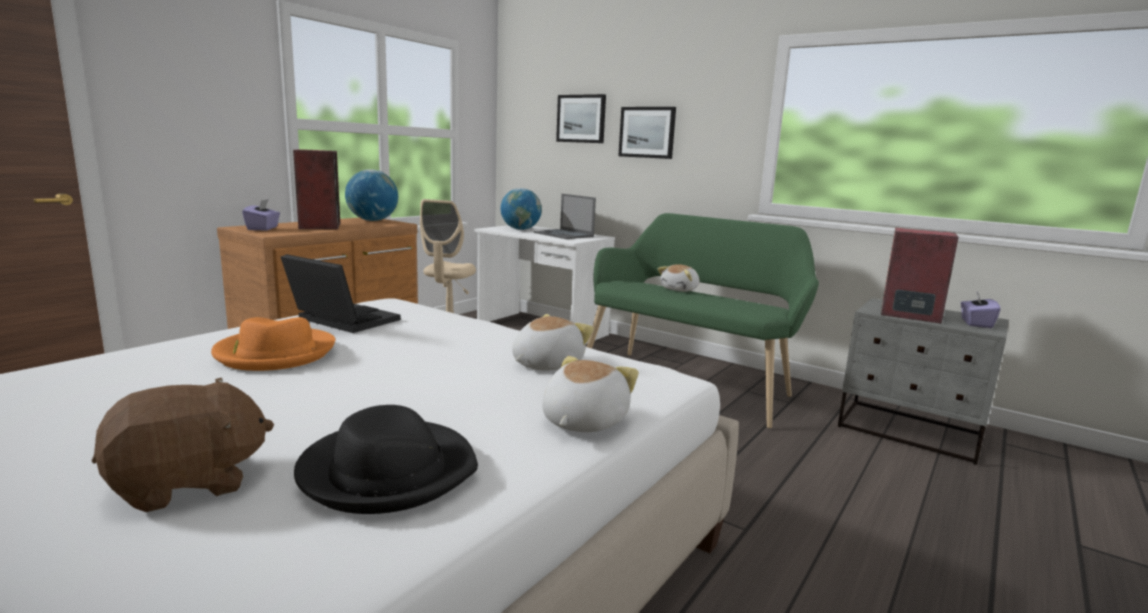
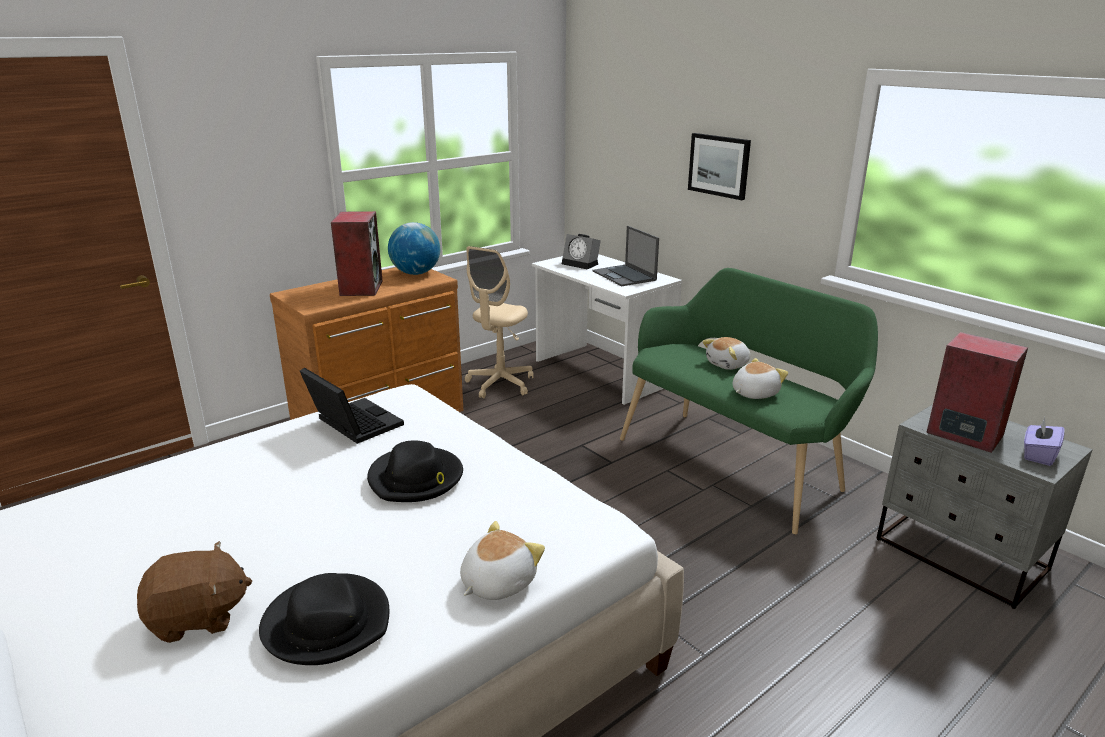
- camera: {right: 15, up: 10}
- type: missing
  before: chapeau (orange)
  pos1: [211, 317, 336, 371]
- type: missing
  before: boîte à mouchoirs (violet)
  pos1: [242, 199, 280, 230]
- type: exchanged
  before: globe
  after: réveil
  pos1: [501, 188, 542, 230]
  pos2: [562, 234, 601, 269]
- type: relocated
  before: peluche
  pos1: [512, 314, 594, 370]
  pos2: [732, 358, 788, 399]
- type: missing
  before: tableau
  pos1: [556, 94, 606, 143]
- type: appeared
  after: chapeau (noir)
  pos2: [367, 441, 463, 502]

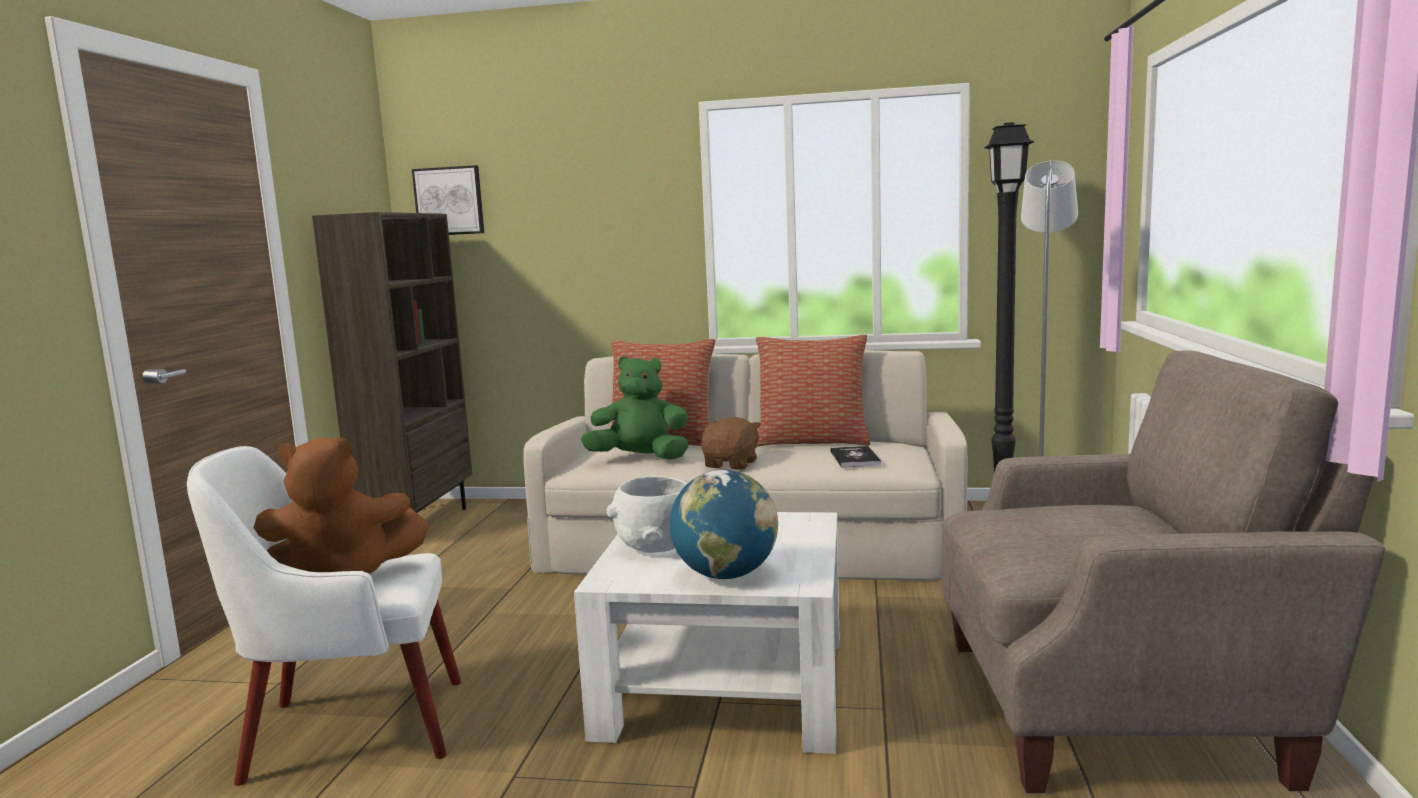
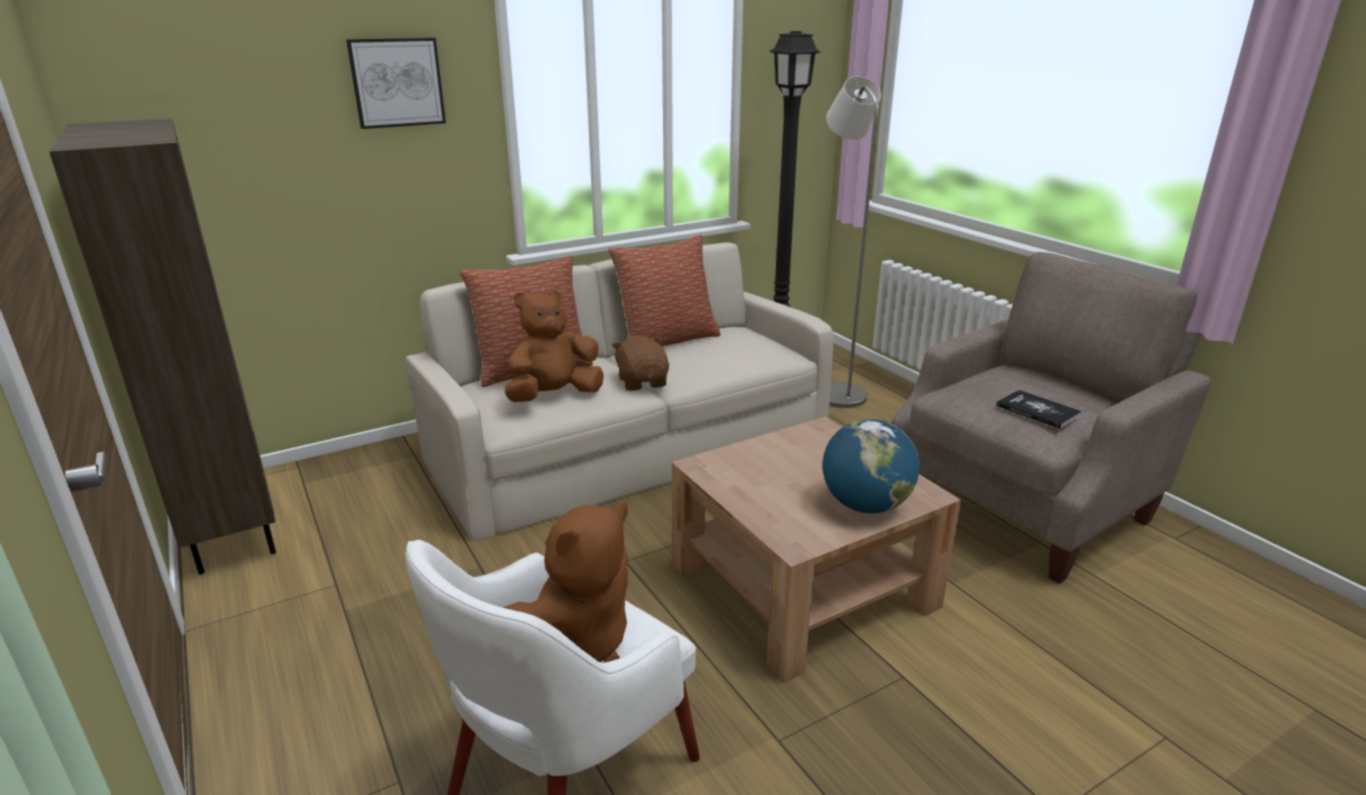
- camera: {right: -40, up: 15}
- type: relocated
  before: tableau
  pos1: [412, 165, 484, 235]
  pos2: [346, 38, 446, 129]
- type: colour
  before: table basse (blanc)
  after: table basse (marron)
  pos1: [574, 512, 839, 754]
  pos2: [672, 417, 961, 682]
- type: colour
  before: peluche (vert)
  after: peluche (marron)
  pos1: [581, 356, 689, 460]
  pos2: [504, 289, 604, 402]
- type: missing
  before: bol (blanc)
  pos1: [607, 476, 687, 553]
- type: relocated
  before: livre
  pos1: [830, 446, 881, 468]
  pos2: [996, 390, 1082, 429]

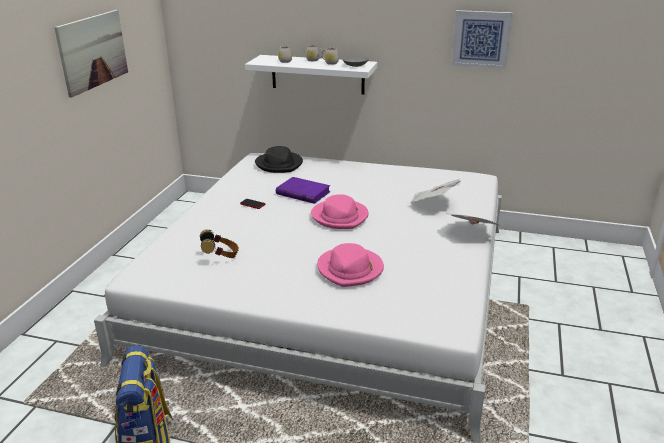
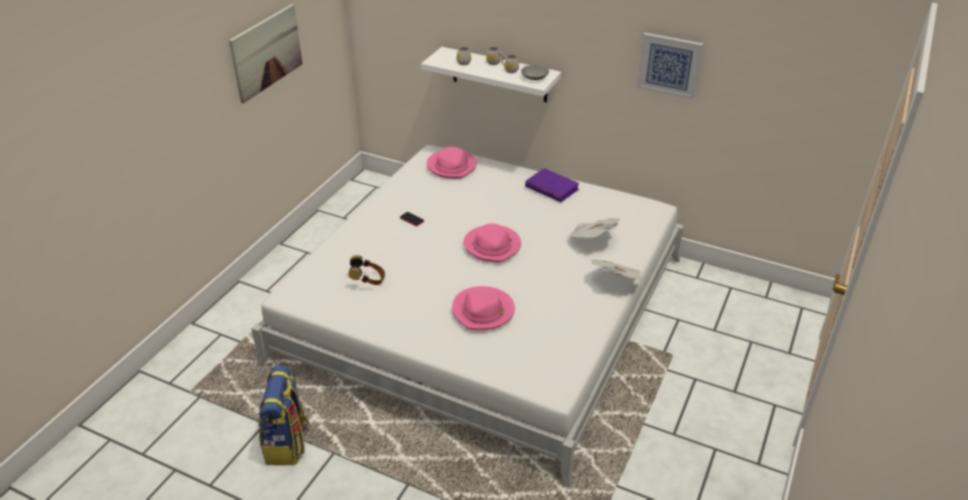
- camera: {right: 10, up: 10}
- type: colour
  before: chapeau (noir)
  after: chapeau (rose)
  pos1: [255, 146, 303, 173]
  pos2: [426, 147, 477, 179]
- type: relocated
  before: livre (violet)
  pos1: [276, 177, 330, 204]
  pos2: [525, 168, 580, 202]

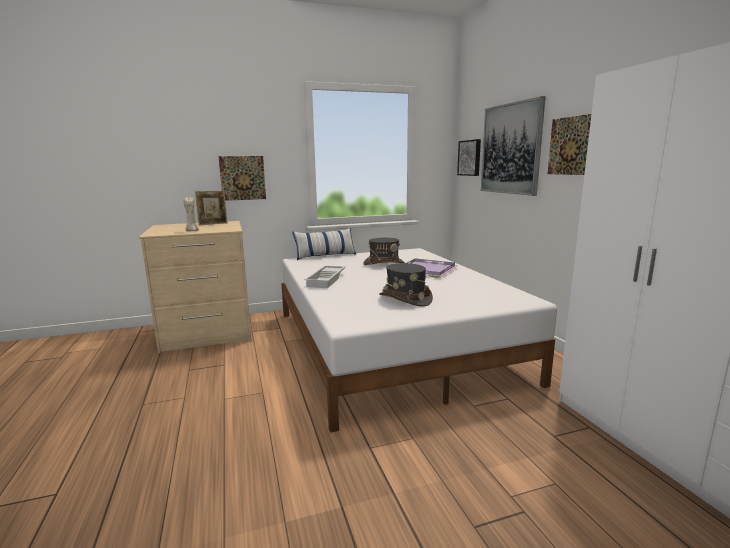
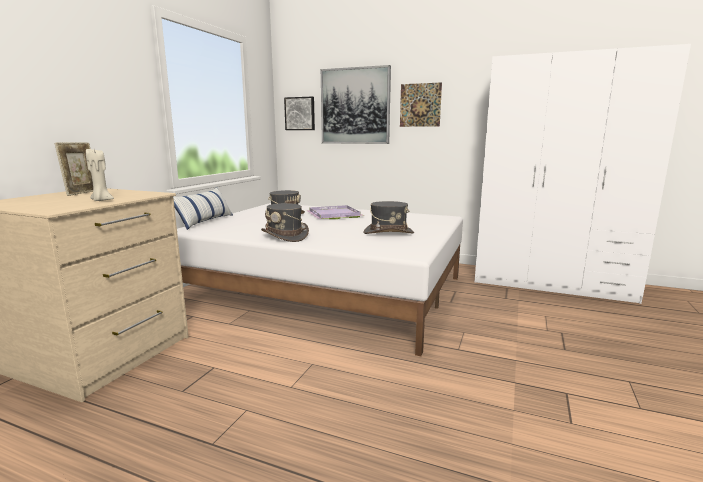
- camera: {right: -50, up: 0}
- type: missing
  before: tableau
  pos1: [219, 156, 266, 201]
- type: exchanged
  before: plateau (blanc)
  after: chapeau (gris)
  pos1: [304, 265, 346, 288]
  pos2: [261, 203, 309, 242]

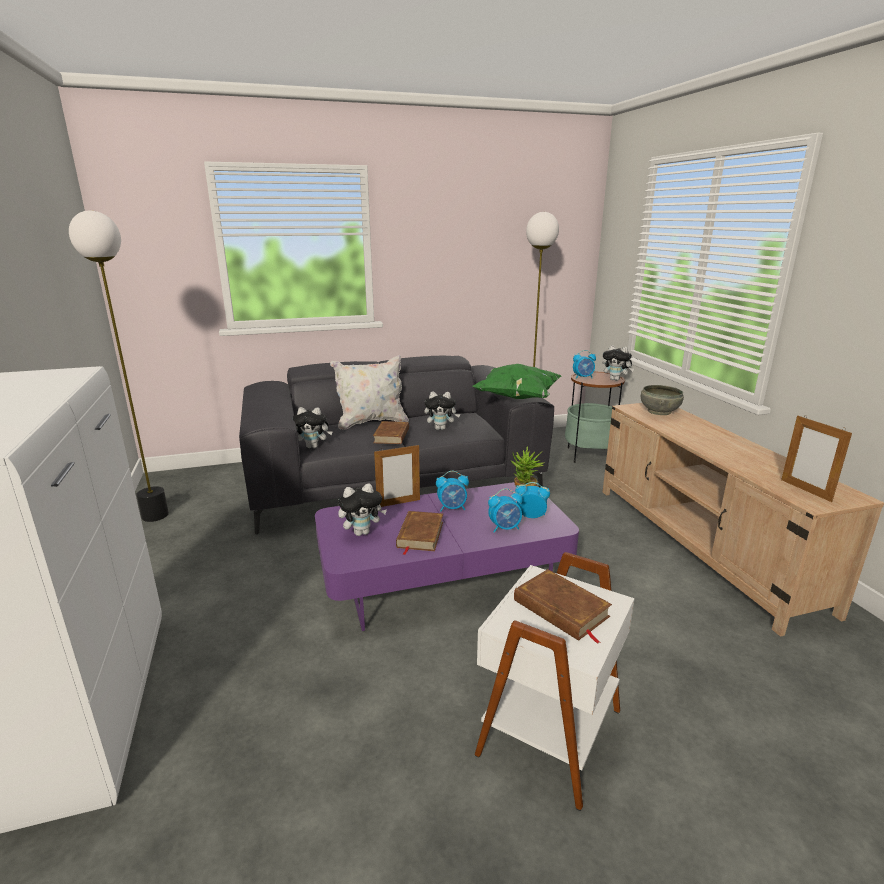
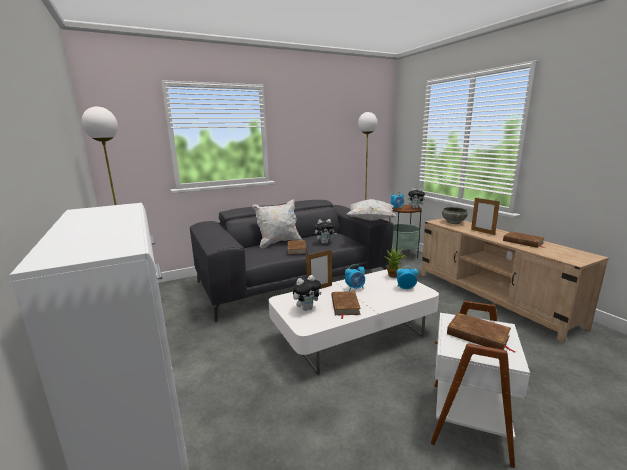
- camera: {right: -10, up: -5}
- type: missing
  before: peluche
  pos1: [292, 407, 333, 448]
- type: colour
  before: table basse (violet)
  after: table basse (blanc)
  pos1: [315, 482, 579, 631]
  pos2: [269, 269, 439, 375]
- type: colour
  before: coussin (vert)
  after: coussin (blanc)
  pos1: [472, 364, 561, 399]
  pos2: [347, 199, 396, 221]
- type: missing
  before: réveil
  pos1: [488, 488, 523, 533]
- type: relocated
  before: cadre photo
  pos1: [781, 415, 852, 502]
  pos2: [471, 198, 500, 235]
- type: appeared
  after: livre (marron)
  pos2: [503, 231, 545, 248]

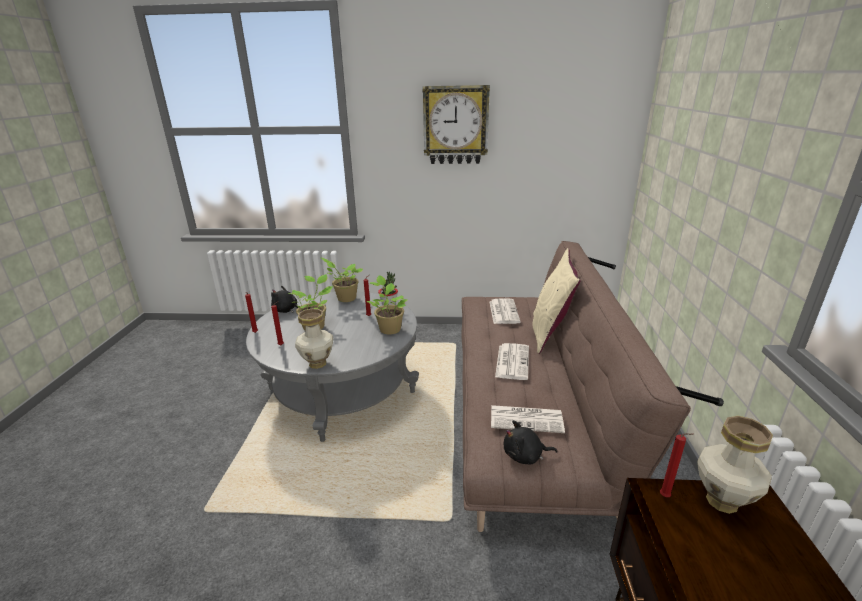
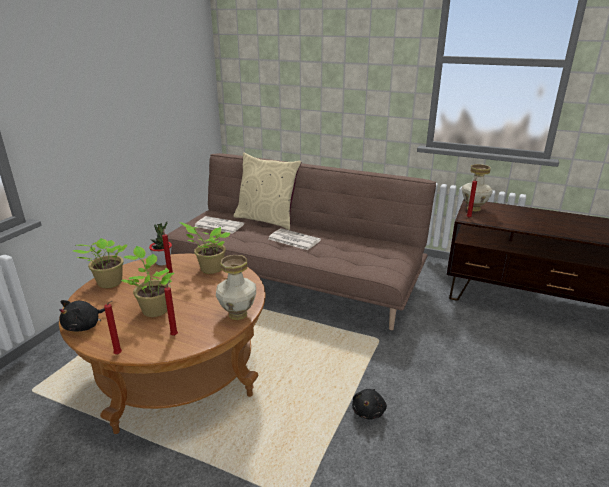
- camera: {right: -70, up: 0}
- type: colour
  before: table basse (gris)
  after: table basse (marron)
  pos1: [246, 292, 419, 442]
  pos2: [59, 254, 266, 434]
- type: missing
  before: horloge murale
  pos1: [422, 85, 490, 164]
- type: missing
  before: journal
  pos1: [491, 405, 565, 433]
- type: relocated
  before: peluche (noir)
  pos1: [504, 420, 558, 464]
  pos2: [352, 389, 387, 420]

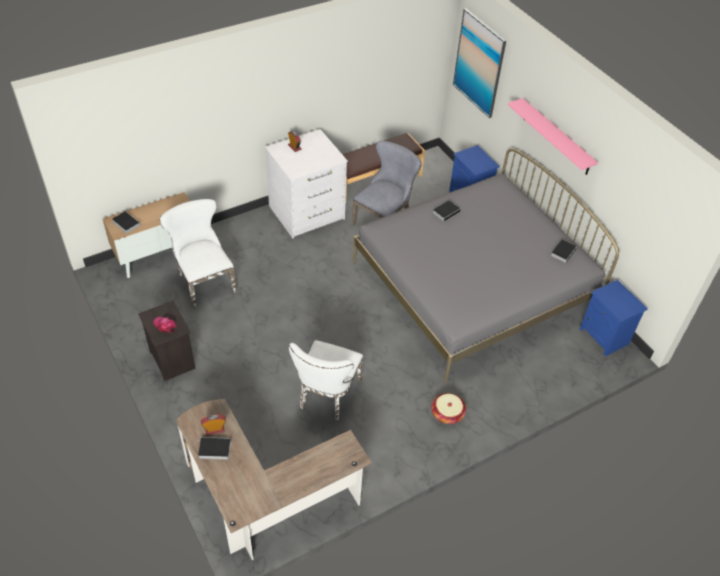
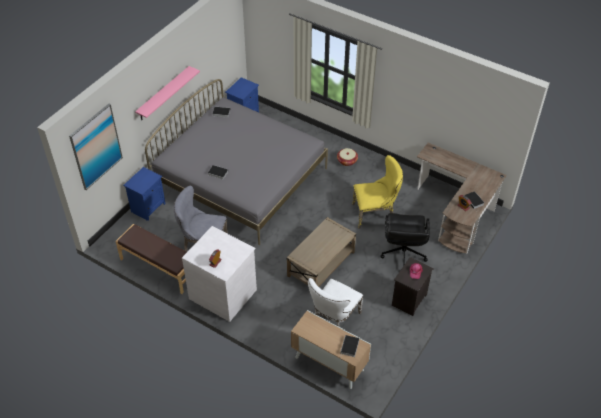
- camera: {right: -115, up: 0}
- type: colour
  before: chaise (blanc)
  after: chaise (jaune)
  pos1: [289, 340, 363, 420]
  pos2: [352, 155, 403, 229]
- type: appeared
  after: table basse (beige)
  pos2: [287, 217, 356, 287]
- type: appeared
  after: chaise de bureau (noir)
  pos2: [380, 213, 430, 266]

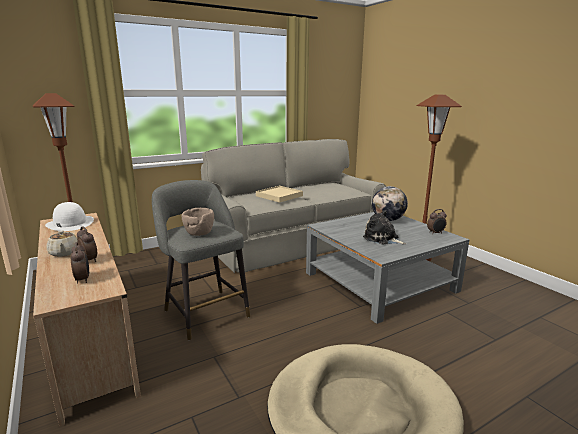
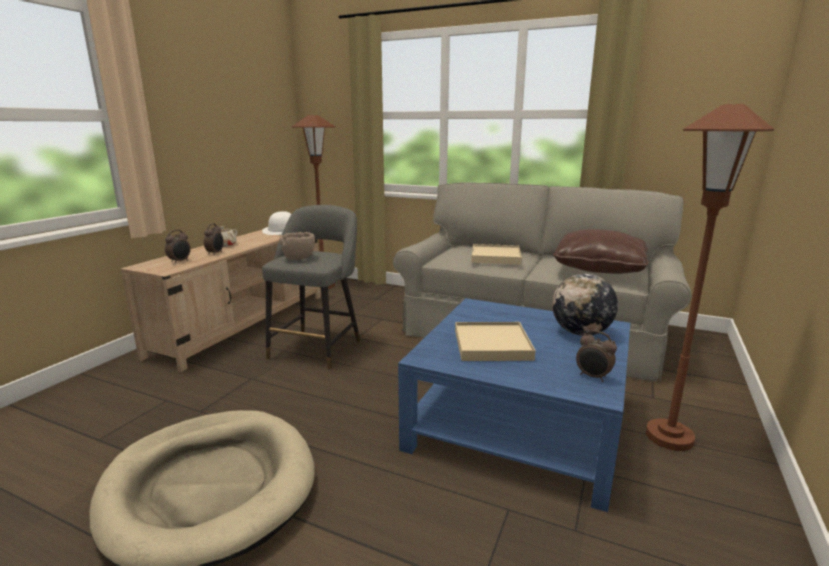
- camera: {right: 55, up: 0}
- type: colour
  before: table basse (gris)
  after: table basse (bleu)
  pos1: [306, 212, 469, 324]
  pos2: [398, 298, 630, 512]
- type: exchanged
  before: peluche
  after: plateau (beige)
  pos1: [363, 210, 407, 244]
  pos2: [455, 322, 536, 361]
- type: appeared
  after: coussin (marron)
  pos2: [553, 229, 648, 274]

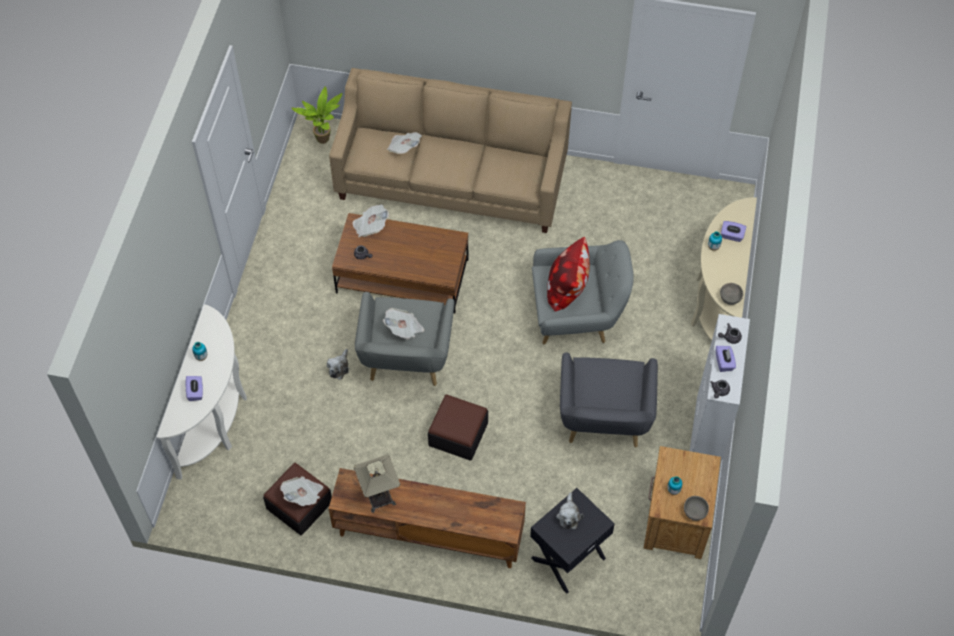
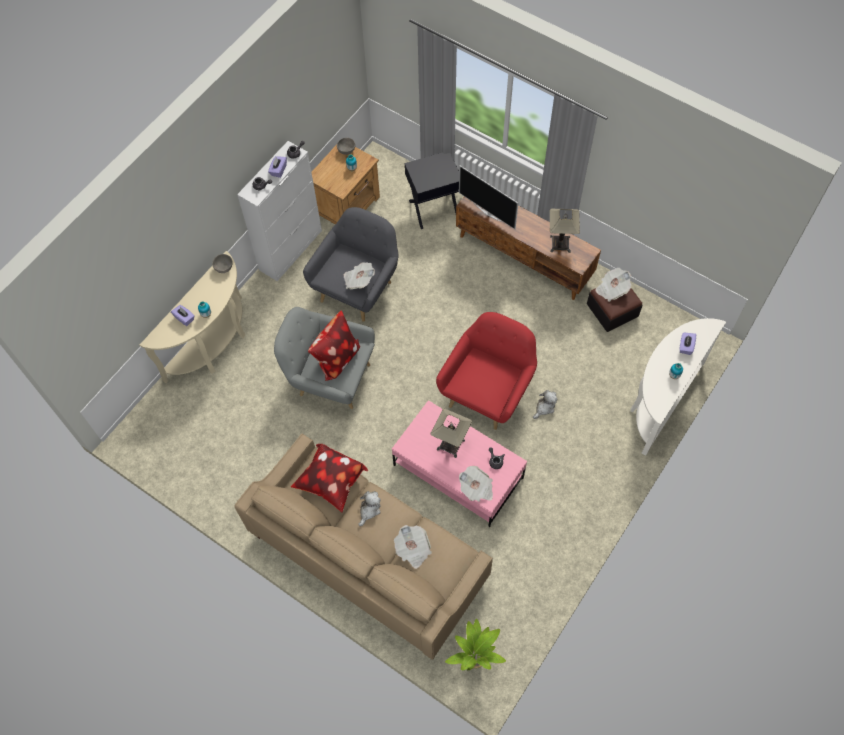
- camera: {right: -155, up: 5}
- type: colour
  before: table basse (marron)
  after: table basse (rose)
  pos1: [332, 213, 468, 314]
  pos2: [392, 400, 527, 527]
- type: colour
  before: fauteuil (gris)
  after: fauteuil (rouge)
  pos1: [355, 292, 455, 386]
  pos2: [436, 312, 537, 430]
- type: relocated
  before: journal
  pos1: [383, 308, 424, 339]
  pos2: [344, 262, 375, 289]
- type: missing
  before: pouf
  pos1: [428, 394, 488, 461]
- type: relocated
  before: peluche
  pos1: [556, 492, 583, 529]
  pos2: [358, 491, 381, 526]
- type: appeared
  after: coussin
  pos2: [291, 444, 368, 513]
- type: appeared
  after: lampe de table
  pos2: [430, 409, 472, 458]
- type: appeared
  after: téléviseur
  pos2: [459, 166, 518, 229]

